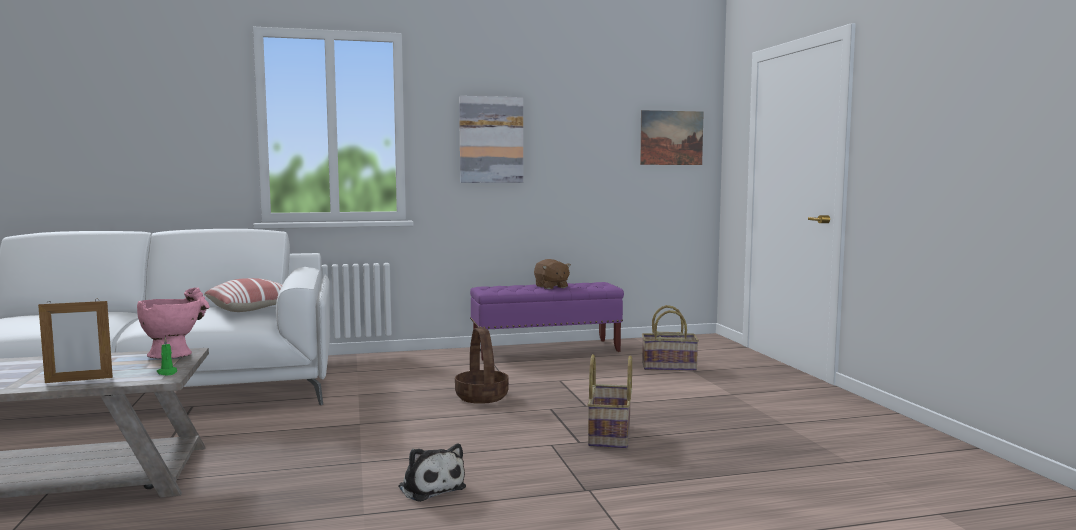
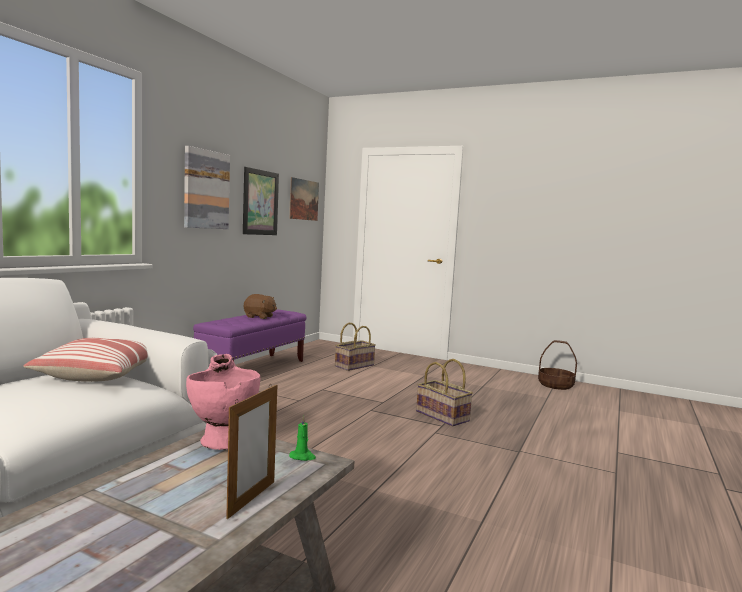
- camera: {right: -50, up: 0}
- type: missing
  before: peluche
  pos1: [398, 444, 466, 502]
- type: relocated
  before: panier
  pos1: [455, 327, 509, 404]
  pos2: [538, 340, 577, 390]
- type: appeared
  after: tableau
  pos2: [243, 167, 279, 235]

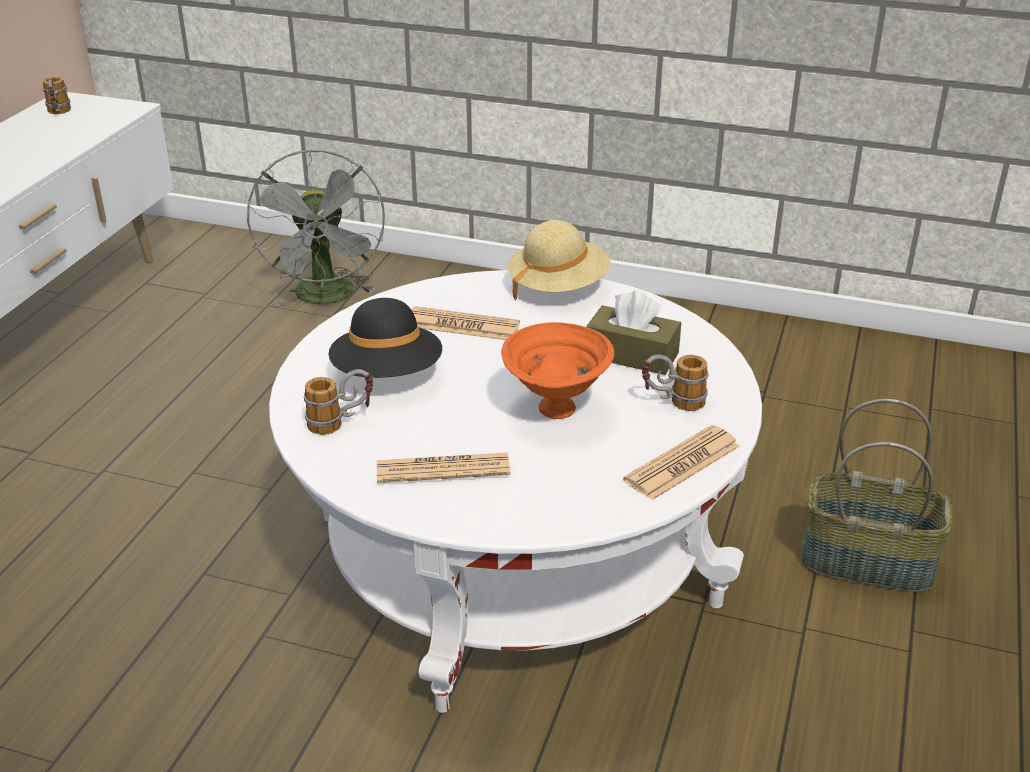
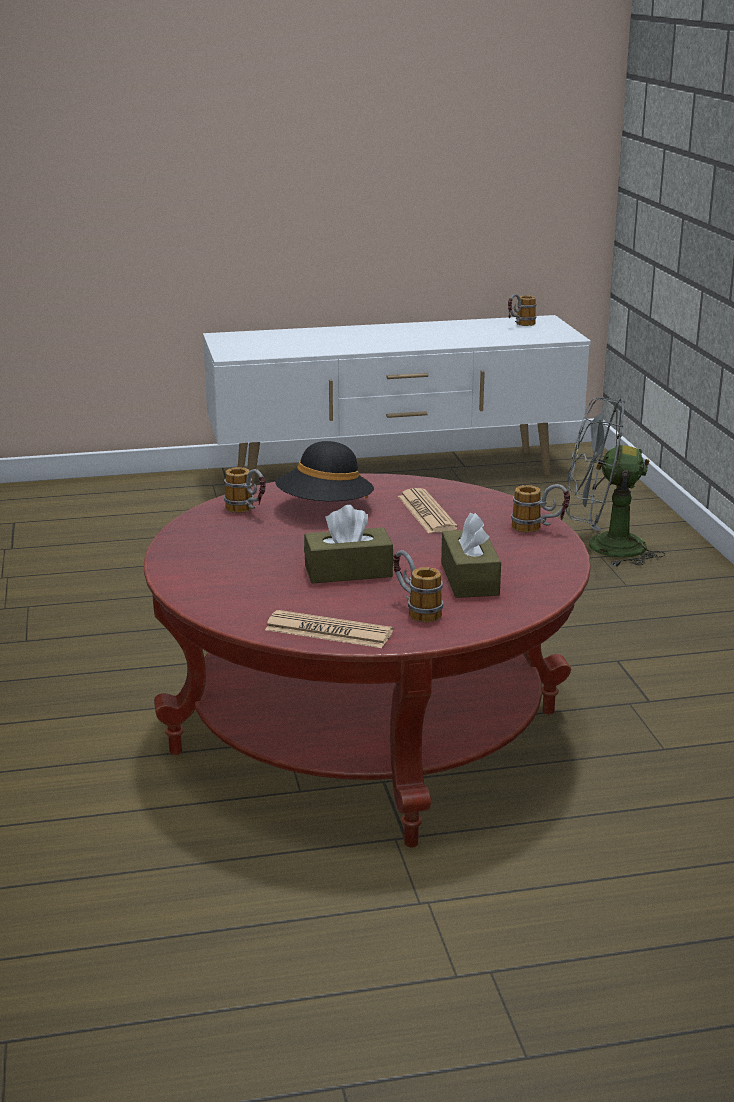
- camera: {right: 60, up: -10}
- type: spun
  before: ventilateur (gris)
  pos1: [247, 149, 385, 306]
  pos2: [566, 397, 665, 567]
  turn: 45
- type: colour
  before: table basse (blanc)
  after: table basse (rouge)
  pos1: [269, 270, 762, 713]
  pos2: [144, 473, 591, 848]
- type: missing
  before: journal
  pos1: [377, 453, 510, 483]
- type: exchanged
  before: bol (orange)
  after: boîte à mouchoirs (marron)
  pos1: [501, 322, 614, 419]
  pos2: [304, 505, 393, 583]
- type: exchanged
  before: chapeau (beige)
  after: mug
  pos1: [507, 220, 611, 301]
  pos2: [511, 484, 570, 533]
- type: missing
  before: panier
  pos1: [801, 399, 953, 592]

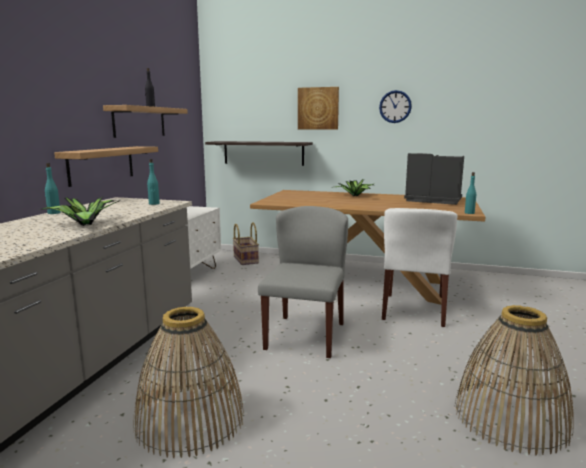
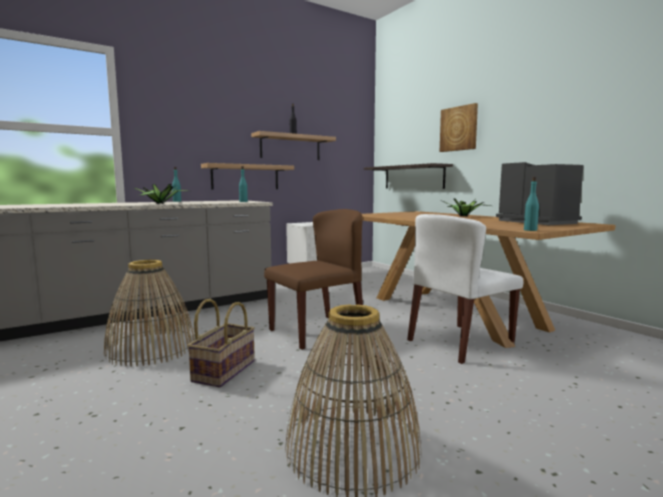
- camera: {right: 40, up: -5}
- type: relocated
  before: panier
  pos1: [233, 222, 259, 265]
  pos2: [187, 299, 255, 388]
- type: colour
  before: chaise (gris)
  after: chaise (marron)
  pos1: [258, 206, 348, 358]
  pos2: [264, 209, 363, 350]
- type: missing
  before: horloge murale
  pos1: [379, 90, 412, 123]

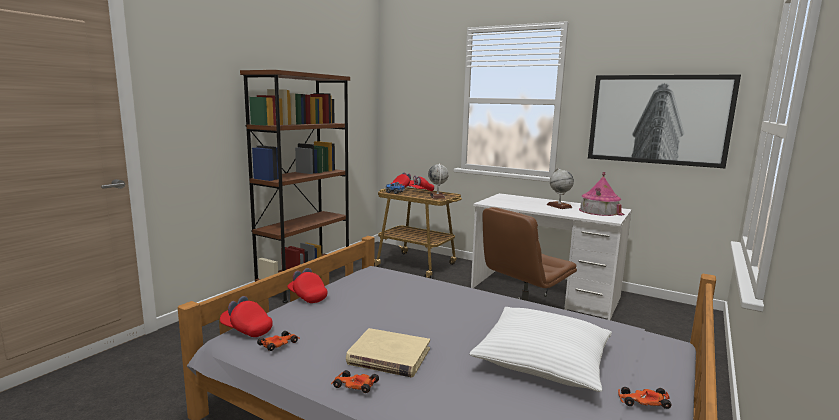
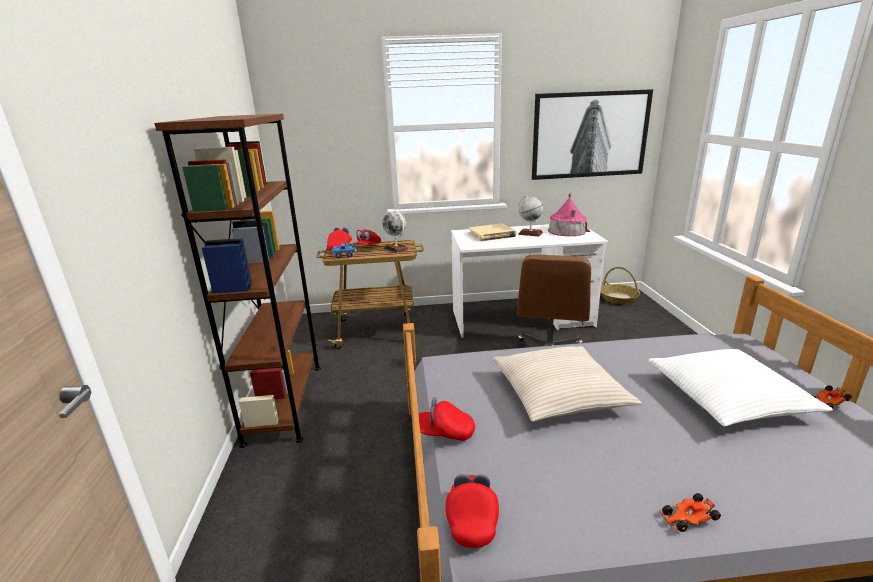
- camera: {right: -35, up: 10}
- type: spun
  before: casquette (rouge)
  pos1: [220, 296, 273, 337]
  pos2: [446, 474, 499, 548]
  turn: 105
- type: missing
  before: petite voiture
  pos1: [257, 331, 300, 351]
- type: relocated
  before: livre (beige)
  pos1: [346, 328, 430, 378]
  pos2: [468, 223, 516, 241]
- type: appeared
  after: coussin (beige)
  pos2: [492, 346, 642, 422]
- type: appeared
  after: panier
  pos2: [601, 267, 640, 304]

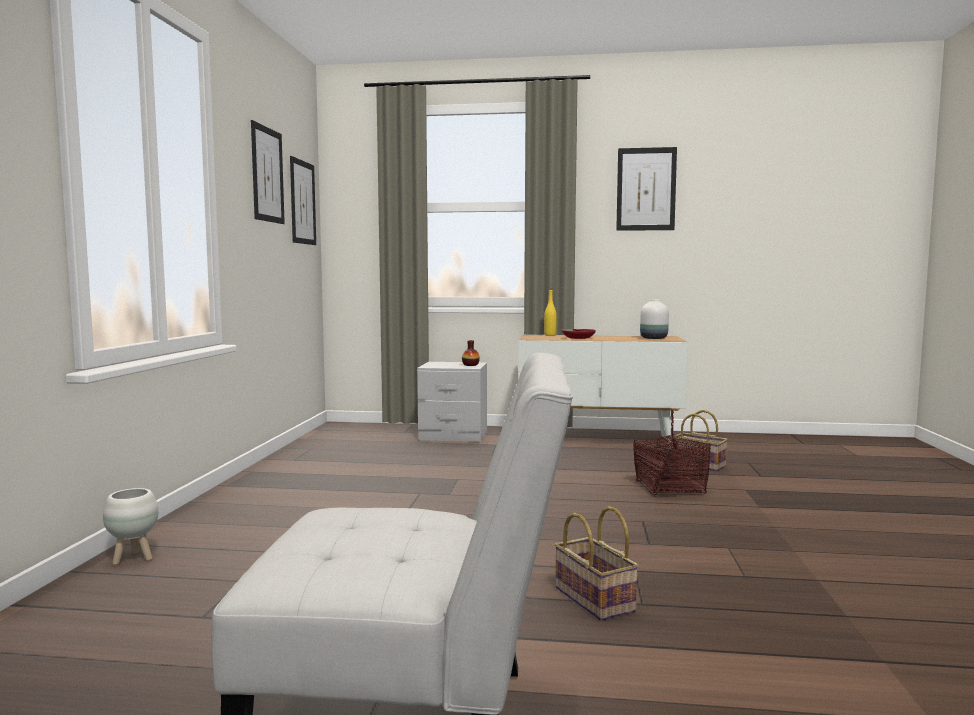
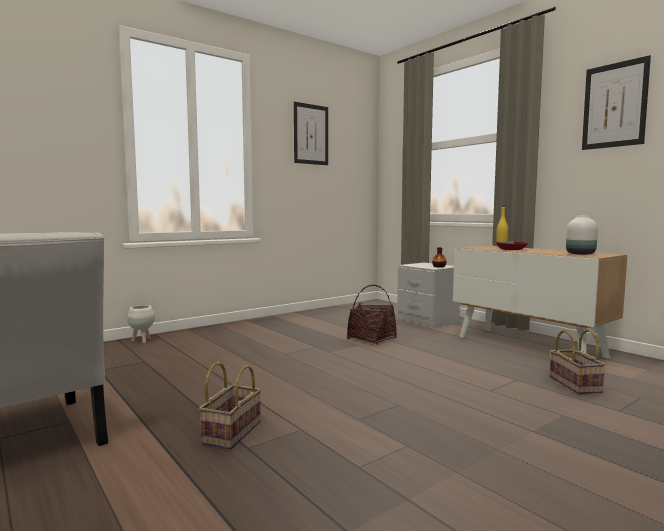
- camera: {right: 45, up: 0}
- type: missing
  before: tableau
  pos1: [290, 156, 316, 245]
- type: relocated
  before: panier
  pos1: [633, 409, 711, 497]
  pos2: [347, 285, 397, 344]

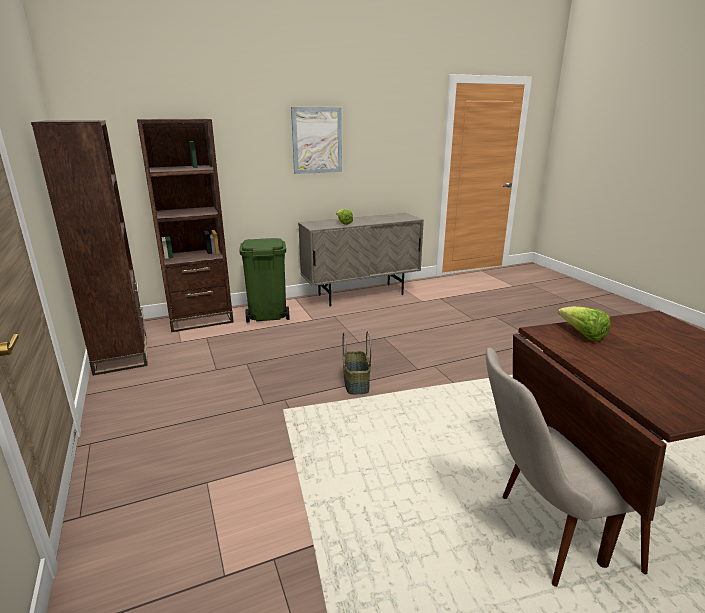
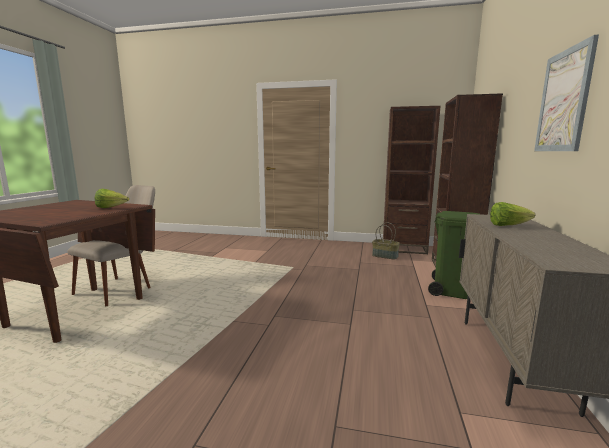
- camera: {right: 125, up: -10}
- type: relocated
  before: panier
  pos1: [342, 331, 371, 395]
  pos2: [372, 223, 400, 260]

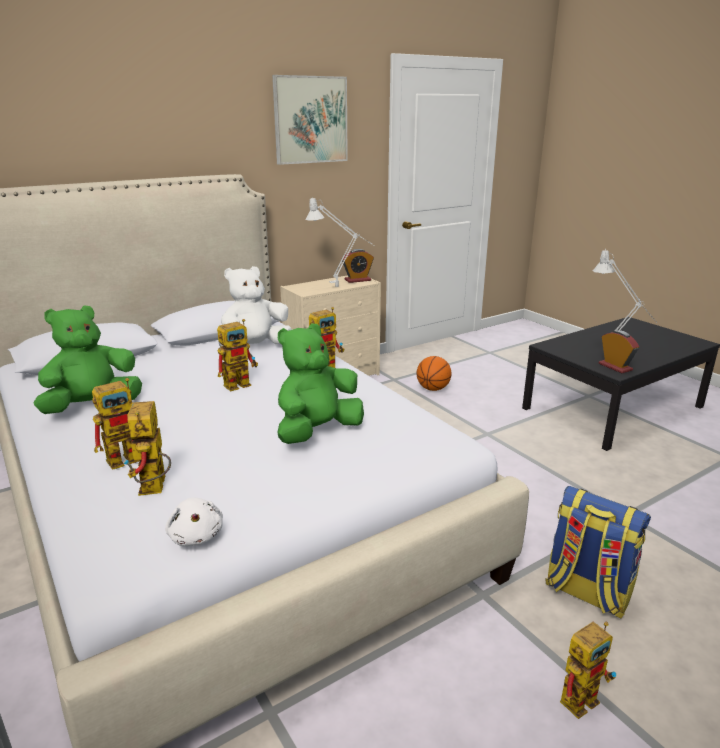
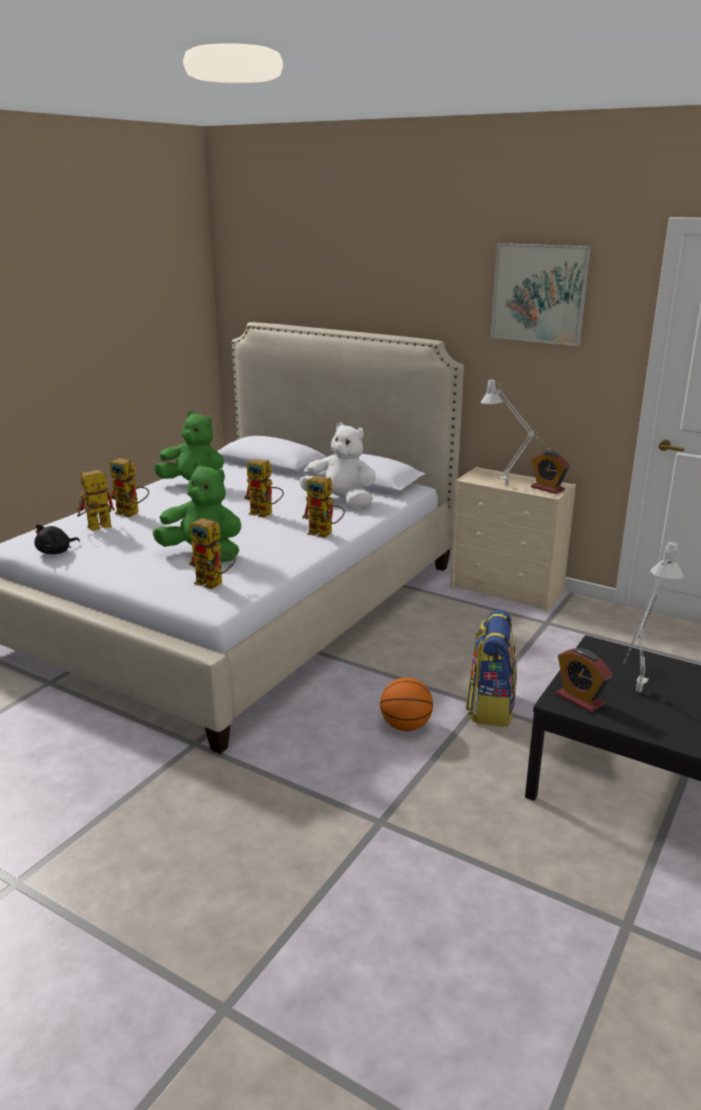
- camera: {right: 65, up: 0}
- type: colour
  before: peluche (blanc)
  after: peluche (noir)
  pos1: [165, 498, 223, 546]
  pos2: [34, 524, 80, 554]
- type: relocated
  before: ballon de basket
  pos1: [417, 356, 452, 391]
  pos2: [380, 677, 433, 731]
- type: relocated
  before: sac à dos
  pos1: [546, 486, 651, 618]
  pos2: [465, 610, 517, 727]
- type: relocated
  before: robot jouet
  pos1: [560, 622, 616, 719]
  pos2: [189, 518, 236, 589]
- type: spun
  before: réveil
  pos1: [599, 330, 639, 373]
  pos2: [556, 648, 612, 713]
  turn: 105

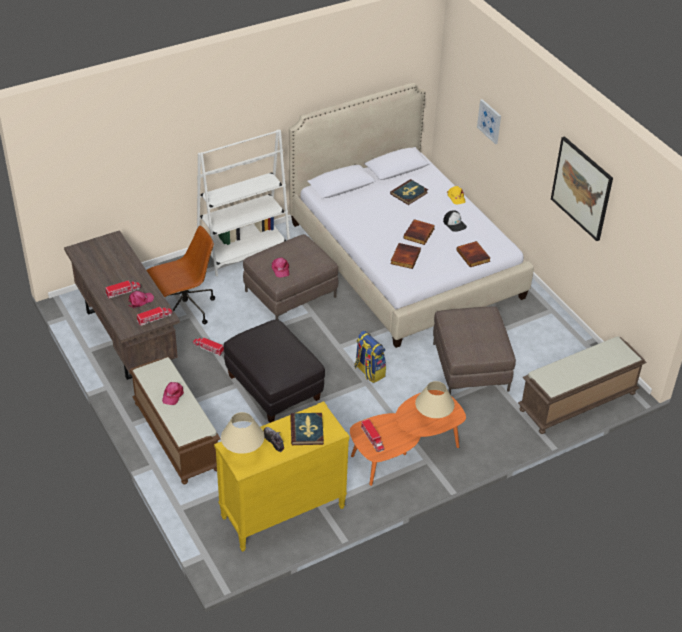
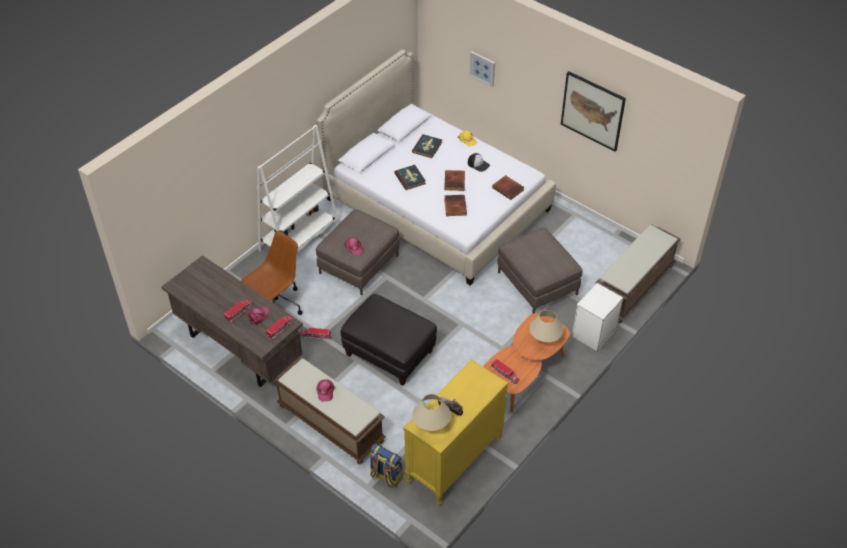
- camera: {right: -20, up: 5}
- type: relocated
  before: livre
  pos1: [290, 413, 324, 445]
  pos2: [394, 165, 426, 190]
- type: relocated
  before: sac à dos
  pos1: [354, 331, 386, 383]
  pos2: [370, 443, 403, 488]
- type: appeared
  after: table de chevet (blanc)
  pos2: [572, 283, 623, 351]

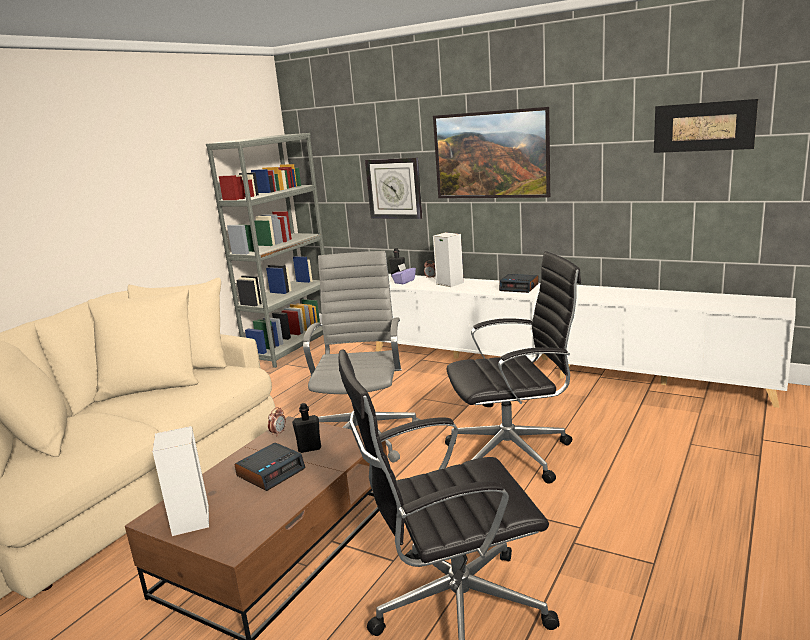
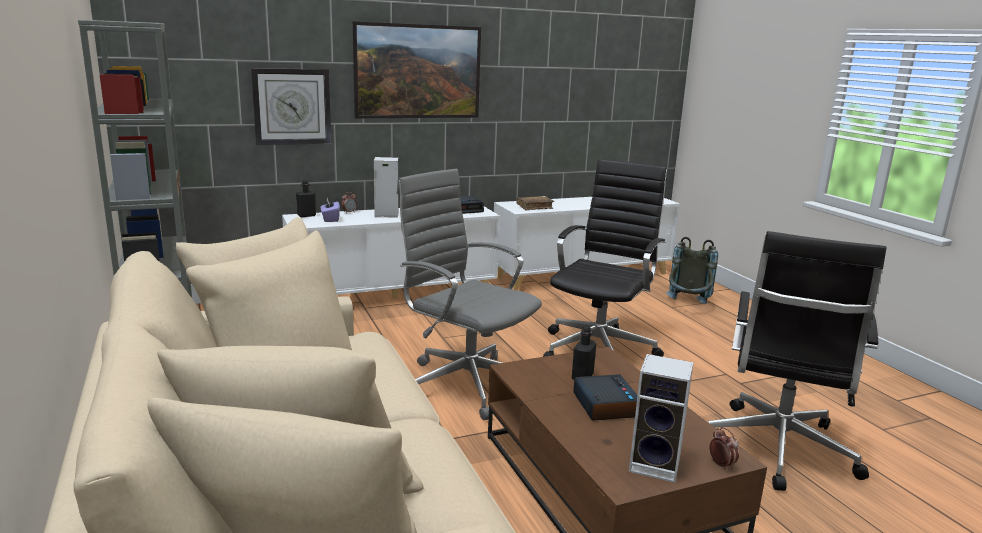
- camera: {right: -55, up: 0}
- type: relocated
  before: réveil
  pos1: [268, 407, 286, 437]
  pos2: [710, 427, 739, 470]
- type: missing
  before: tableau
  pos1: [654, 99, 758, 153]
- type: appeared
  after: livre (marron)
  pos2: [516, 196, 554, 210]
- type: appeared
  after: sac à dos (gris)
  pos2: [666, 237, 718, 304]

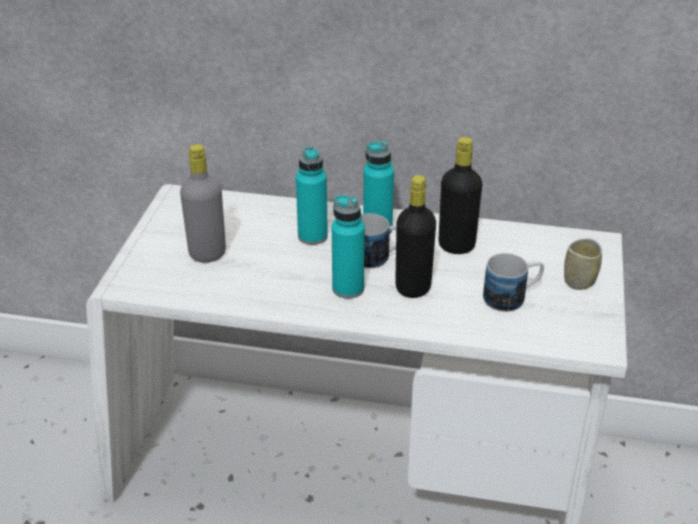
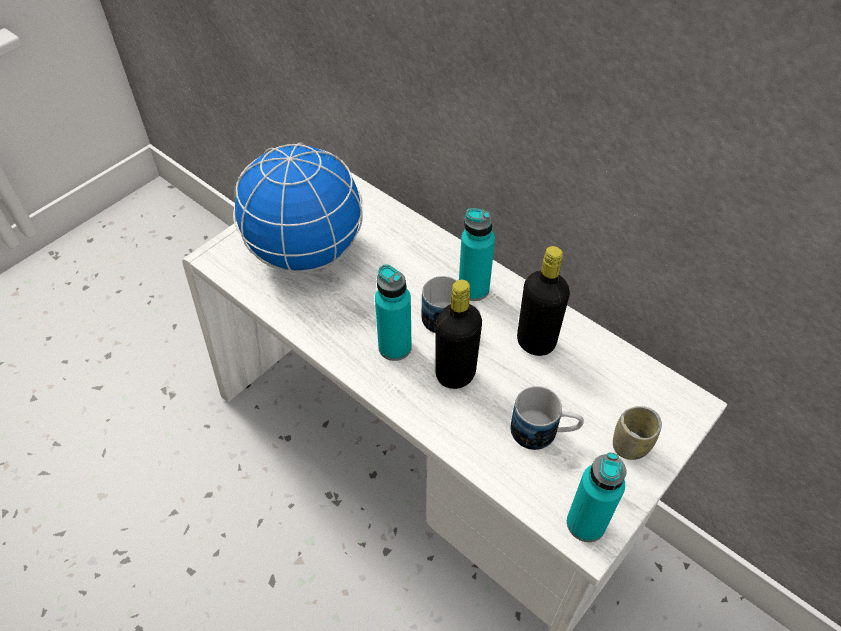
- camera: {right: 30, up: 15}
- type: exchanged
  before: bouteille (gris)
  after: globe
  pos1: [180, 144, 226, 263]
  pos2: [233, 142, 363, 273]
- type: relocated
  before: bouteille (turquoise)
  pos1: [296, 146, 328, 245]
  pos2: [567, 452, 626, 542]

